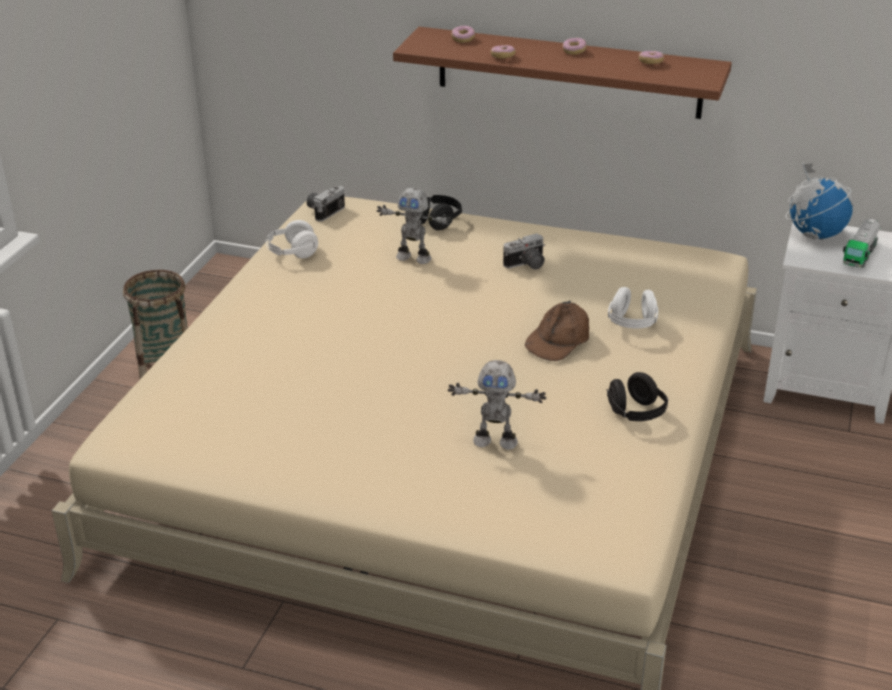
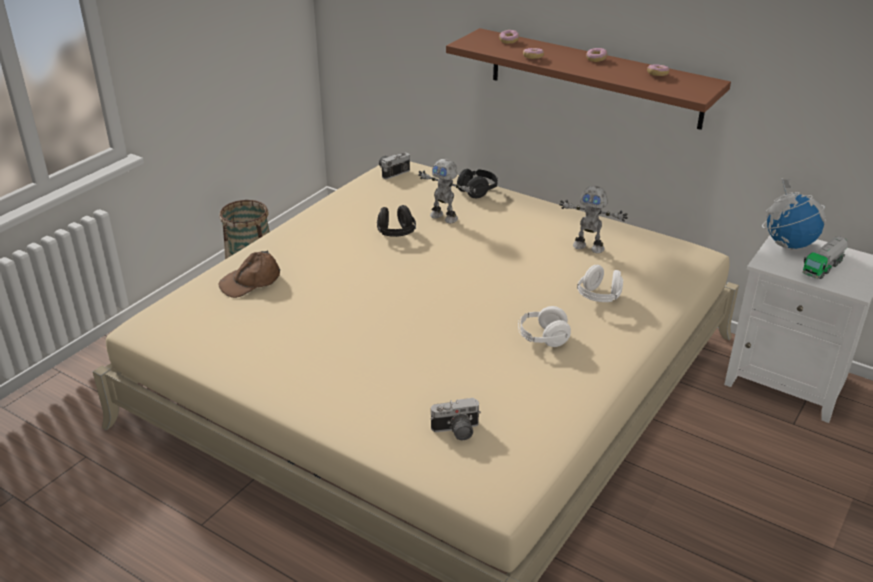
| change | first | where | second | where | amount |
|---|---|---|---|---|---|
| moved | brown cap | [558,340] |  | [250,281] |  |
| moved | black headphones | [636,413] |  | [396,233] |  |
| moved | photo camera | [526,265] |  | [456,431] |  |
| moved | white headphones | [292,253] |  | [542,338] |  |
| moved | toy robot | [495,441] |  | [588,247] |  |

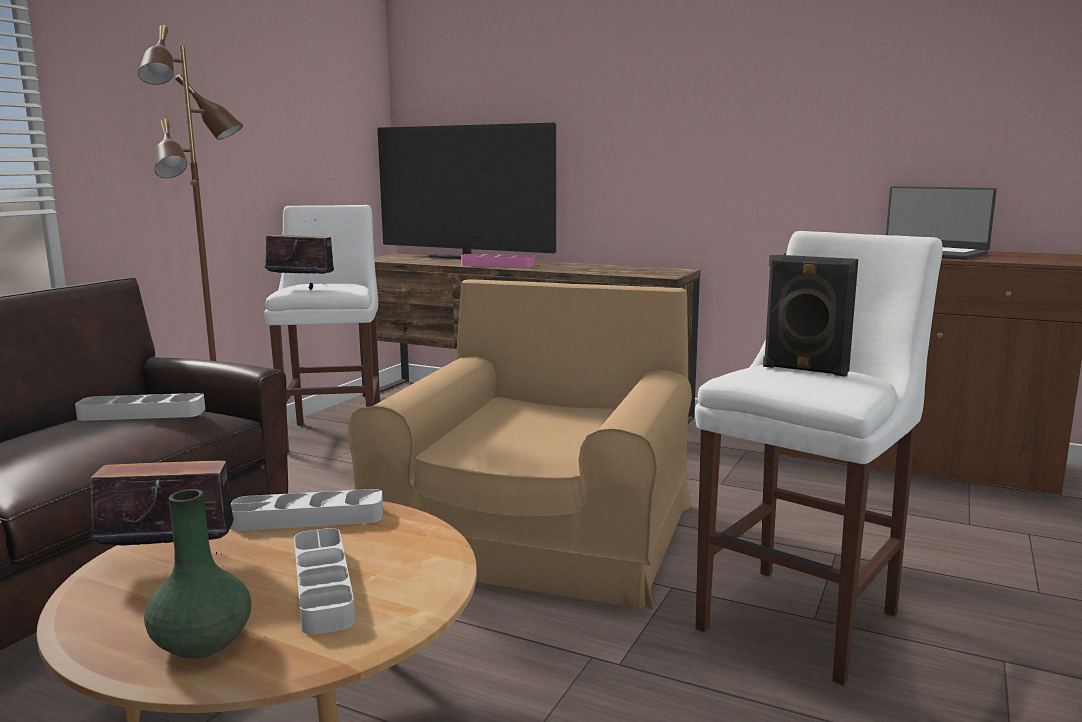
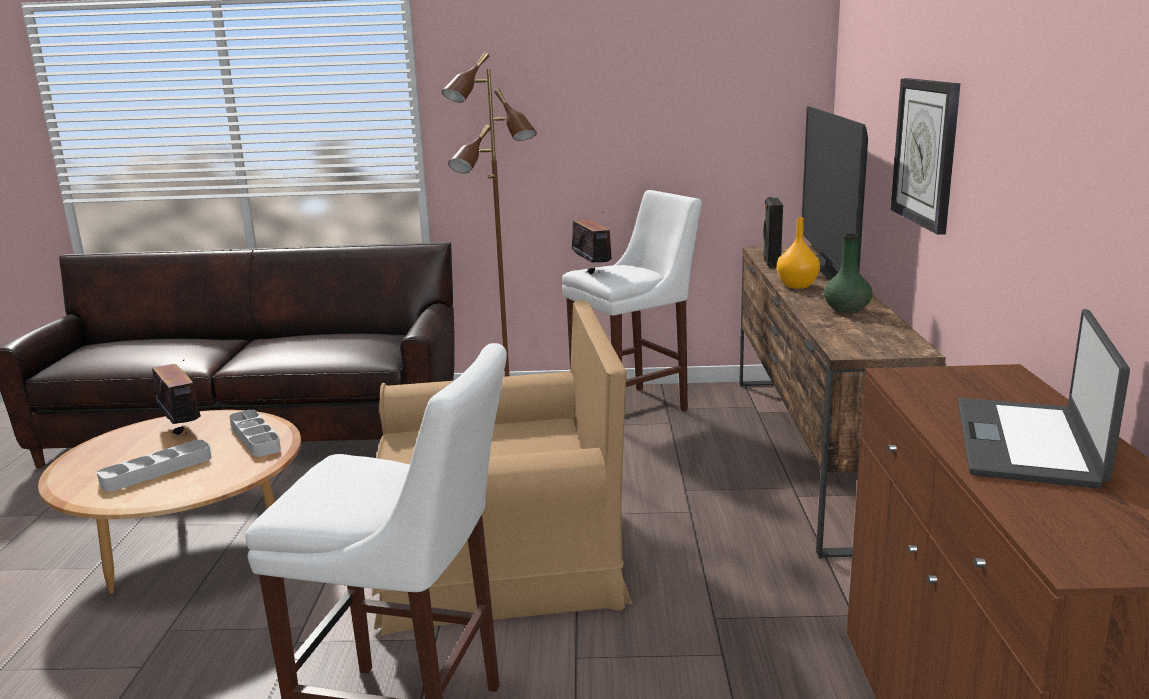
| change | first | where | second | where | amount |
|---|---|---|---|---|---|
| moved | black speaker | [804,370] |  | [770,262] |  |
| replaced | pink tray | [497,265] | orange vase | [797,285] |  |
| moved | green vase | [201,643] |  | [846,309] |  |
| added |  |  | wall clock | [926,152] |  |
| removed | grey tray | [142,414] |  |  |  |

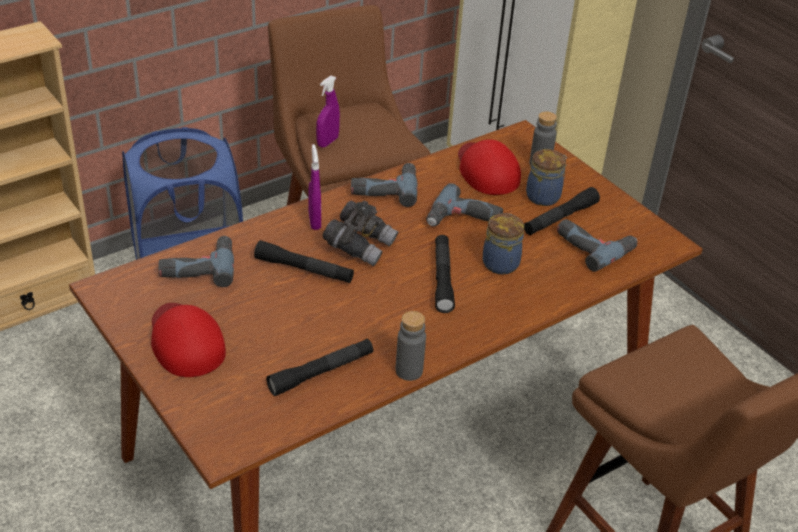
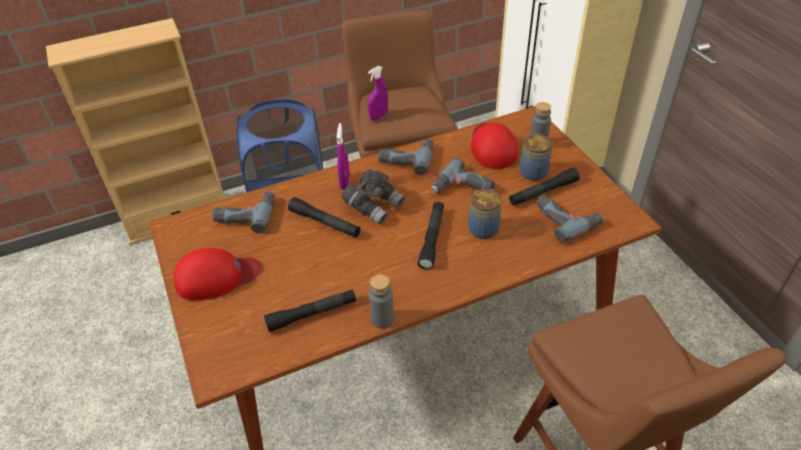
| change | first | where | second | where | amount |
|---|---|---|---|---|---|
| turned | red cap | [185,341] |  | [216,277] | 90 degrees clockwise |

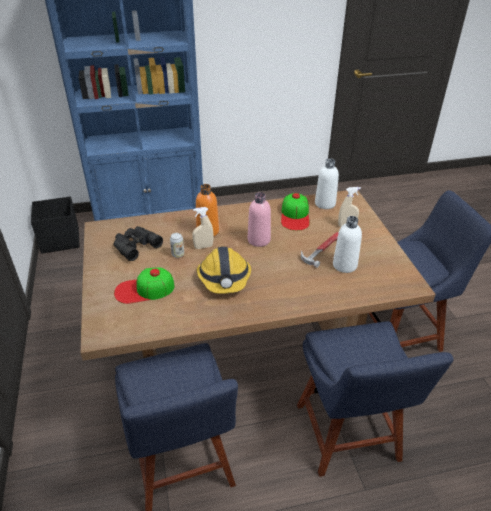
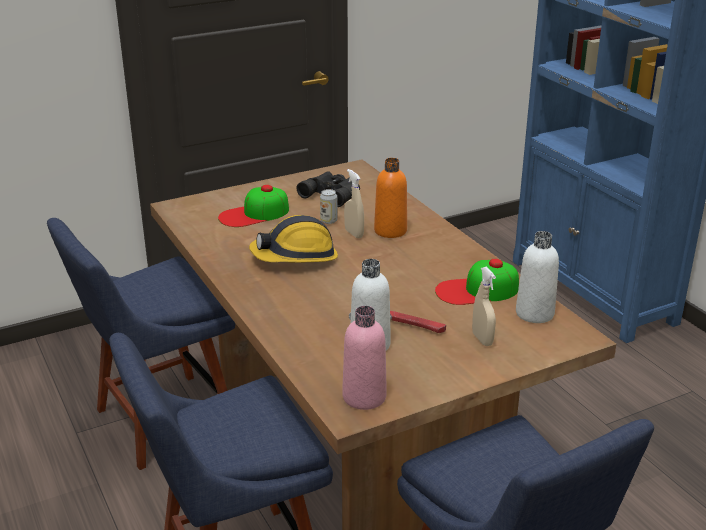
| change | first | where | second | where | amount |
|---|---|---|---|---|---|
| turned | cap | [144,289] |  | [254,214] | 90 degrees counterclockwise |
| moved | pink bottle | [259,240] |  | [364,397] |  |
| removed | black storage box | [59,240] |  |  |  |

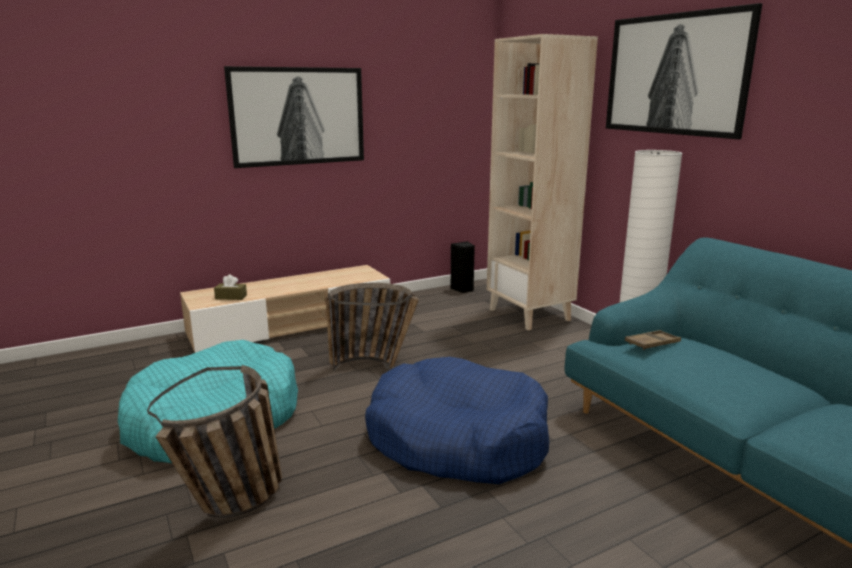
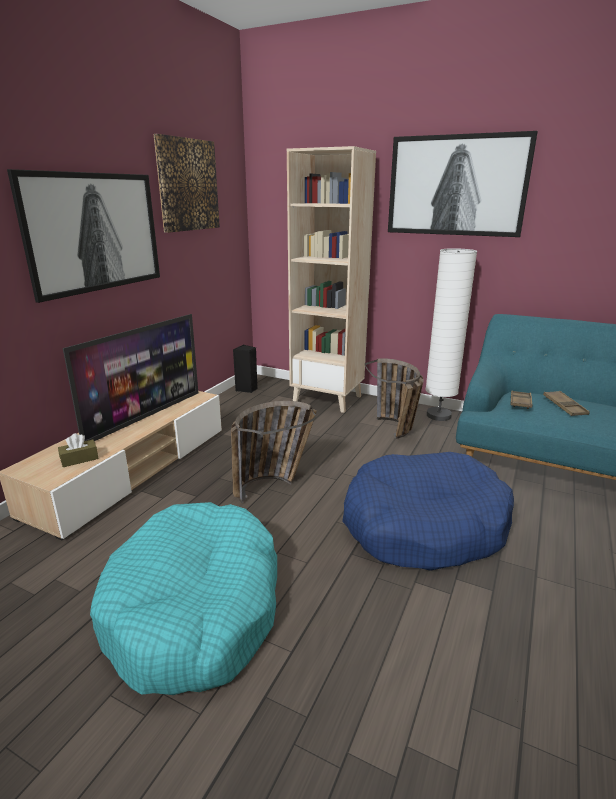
| change | first | where | second | where | amount |
|---|---|---|---|---|---|
| added |  |  | television | [145,416] |  |
| added |  |  | picture | [187,185] |  |
| moved | basket | [234,505] |  | [397,432] |  |
| added |  |  | brown tray | [564,406] |  |

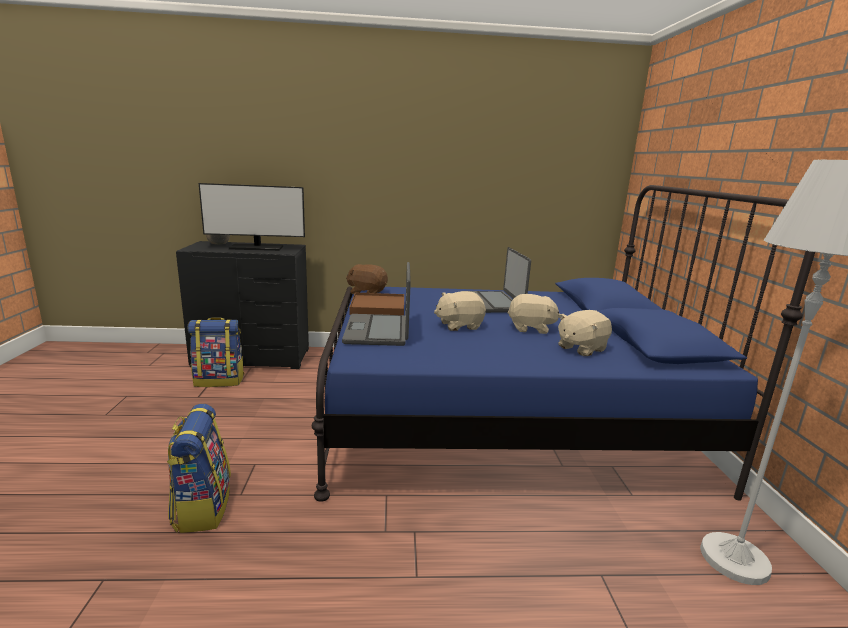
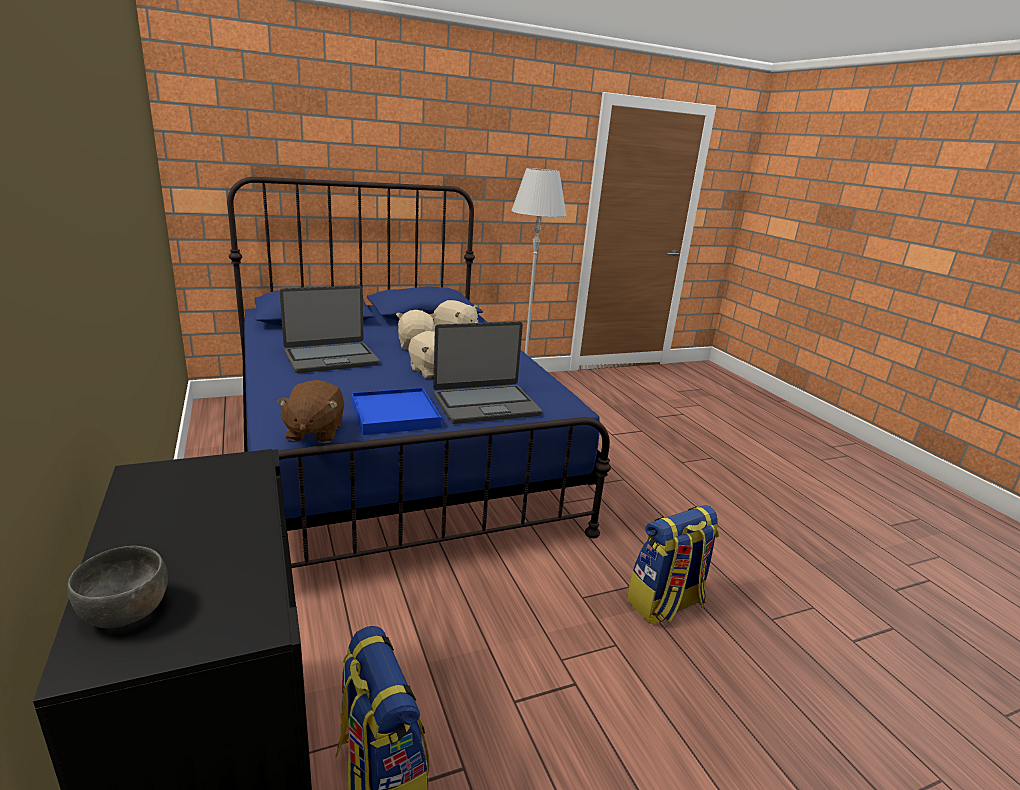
| change | first | where | second | where | amount |
|---|---|---|---|---|---|
| recoloured | brown tray | [378,308] | blue tray | [395,415] |  |
| removed | monitor | [256,248] |  |  |  |

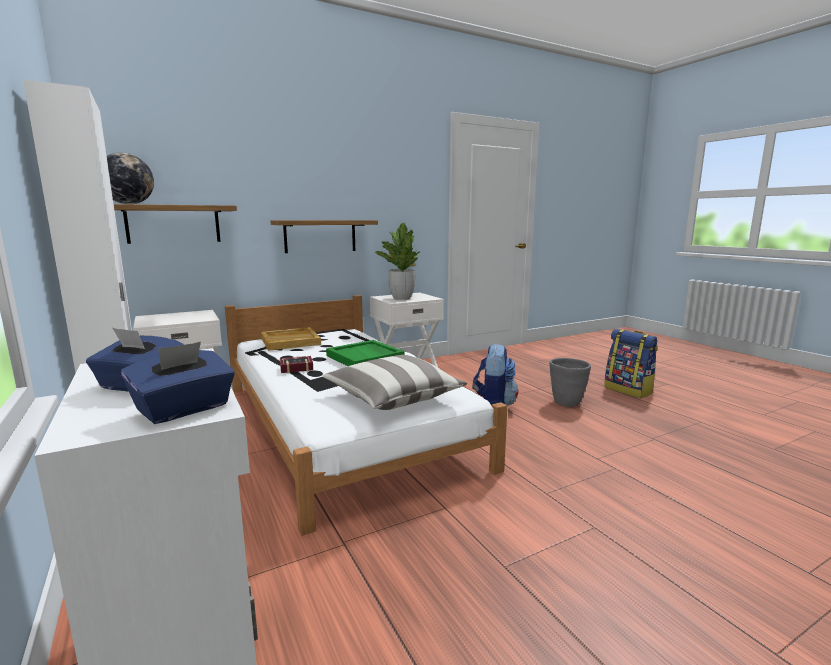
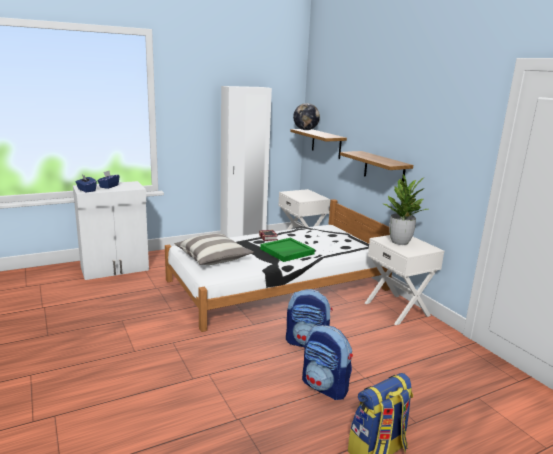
| change | first | where | second | where | amount |
|---|---|---|---|---|---|
| replaced | grey planter | [566,402] | backpack | [325,387] |  |
| removed | beige tray | [291,341] |  |  |  |

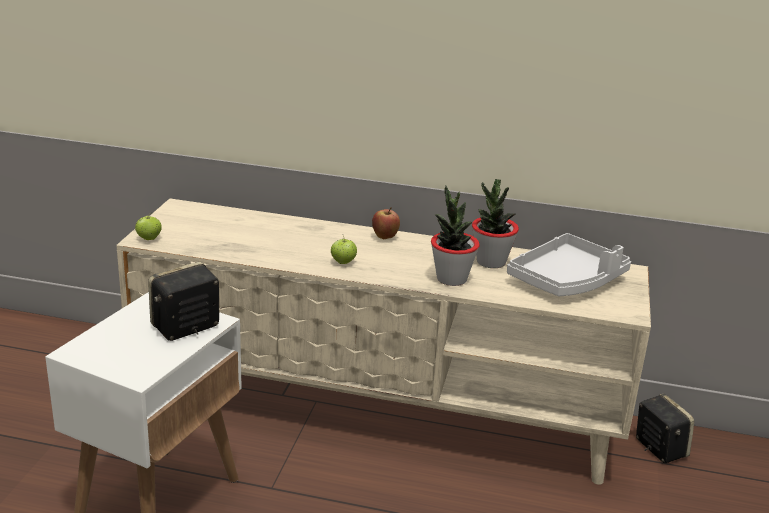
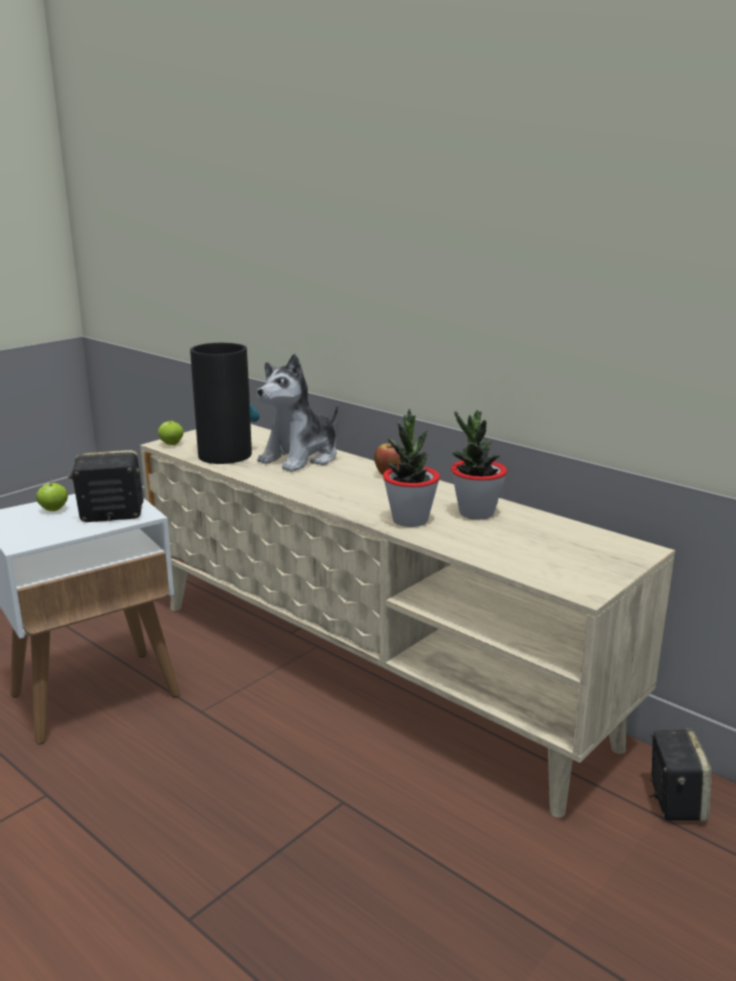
| change | first | where | second | where | amount |
|---|---|---|---|---|---|
| moved | apple | [343,262] |  | [54,510] |  |
| added |  |  | vase | [225,454] |  |
| added |  |  | plush toy | [301,458] |  |
| removed | grey tray | [567,280] |  |  |  |

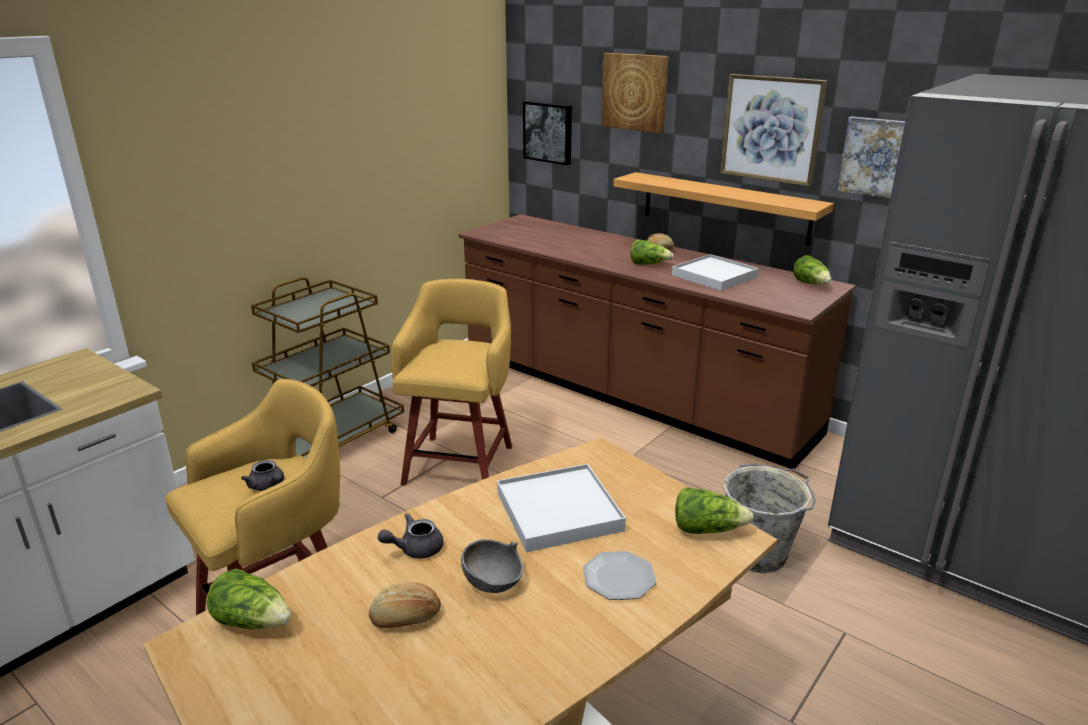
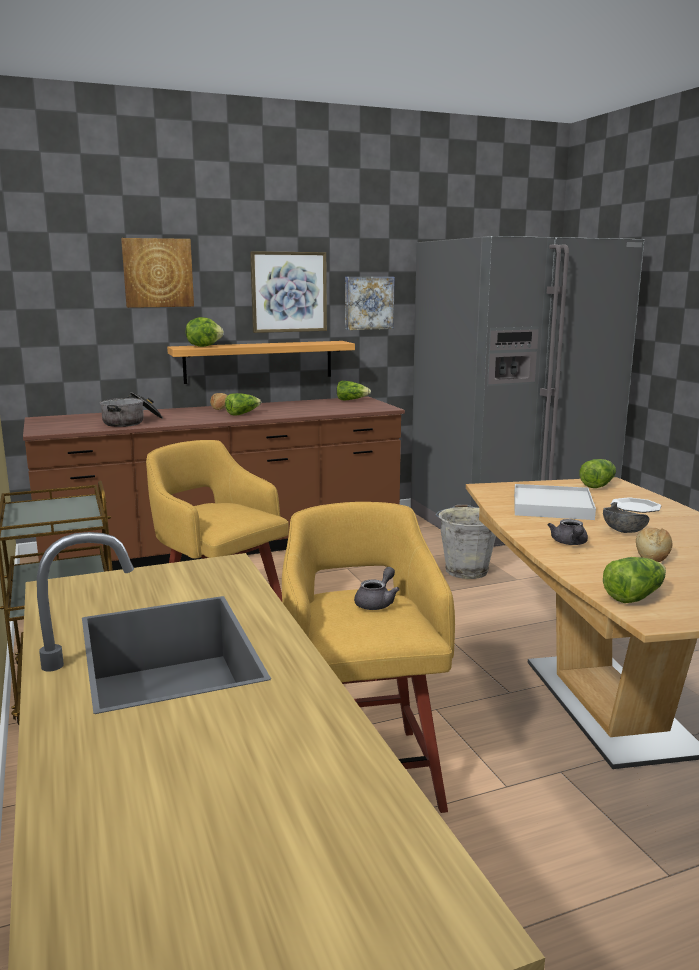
| change | first | where | second | where | amount |
|---|---|---|---|---|---|
| added |  |  | cooking pot | [132,422] |  |
| added |  |  | lettuce | [203,346] |  |
| turned | grey teapot | [268,486] |  | [377,603] | 45 degrees counterclockwise |
| removed | picture | [549,132] |  |  |  |
| removed | white tray | [714,276] |  |  |  |

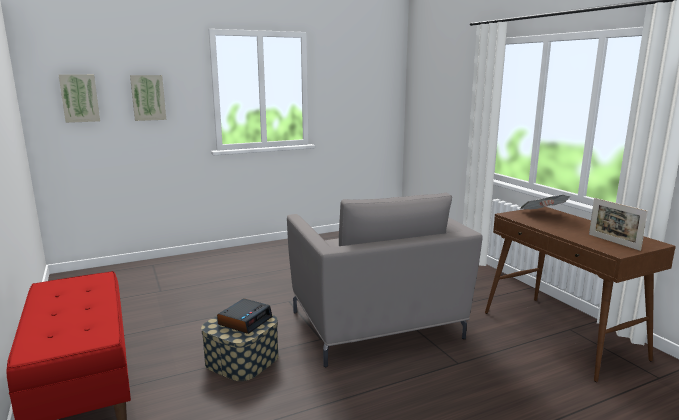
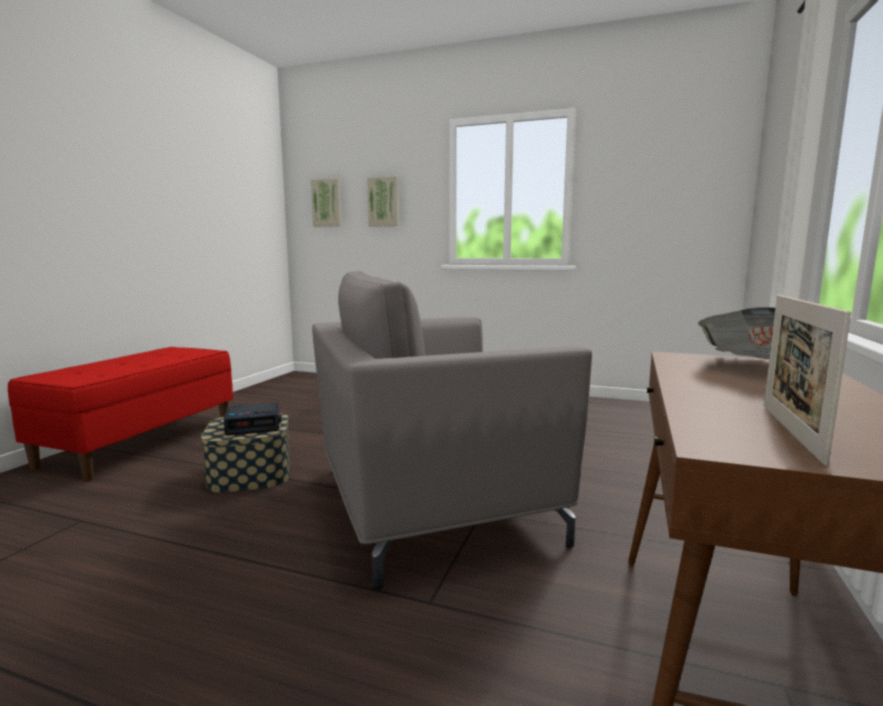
| change | first | where | second | where | amount |
|---|---|---|---|---|---|
| turned | grey armchair | [375,326] |  | [429,503] | 45 degrees clockwise |

